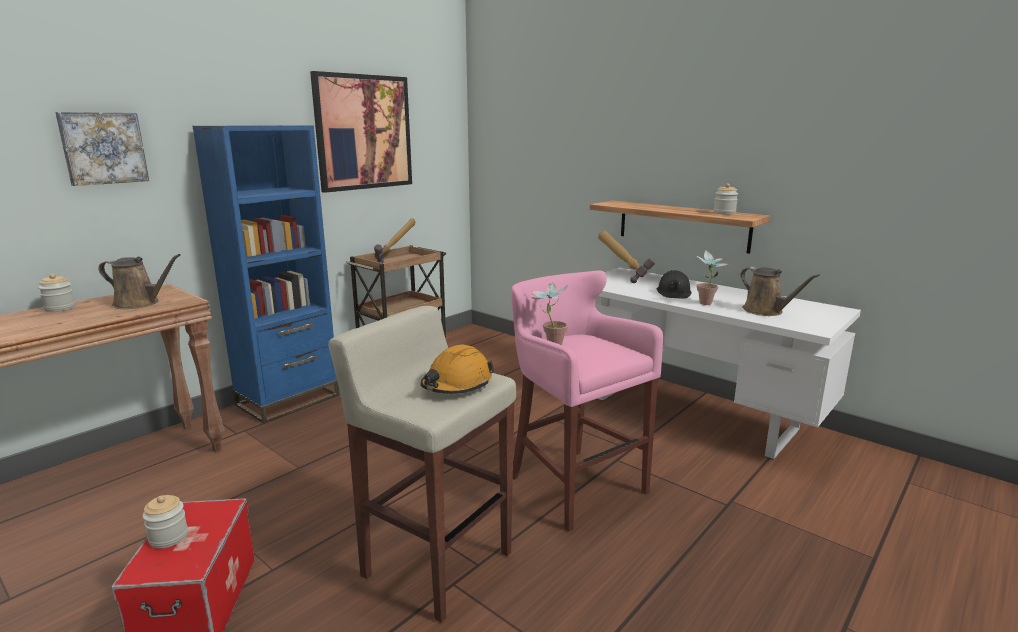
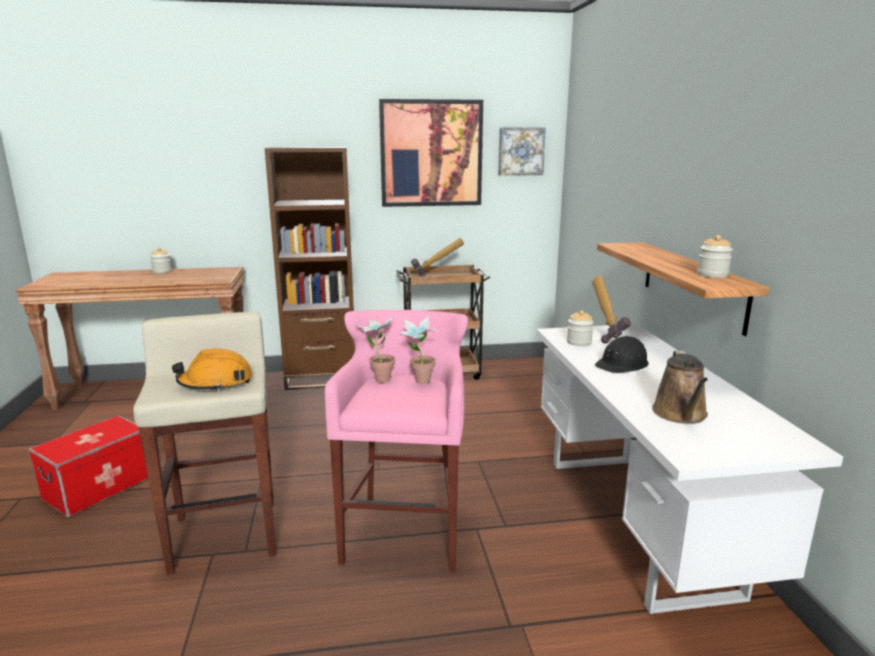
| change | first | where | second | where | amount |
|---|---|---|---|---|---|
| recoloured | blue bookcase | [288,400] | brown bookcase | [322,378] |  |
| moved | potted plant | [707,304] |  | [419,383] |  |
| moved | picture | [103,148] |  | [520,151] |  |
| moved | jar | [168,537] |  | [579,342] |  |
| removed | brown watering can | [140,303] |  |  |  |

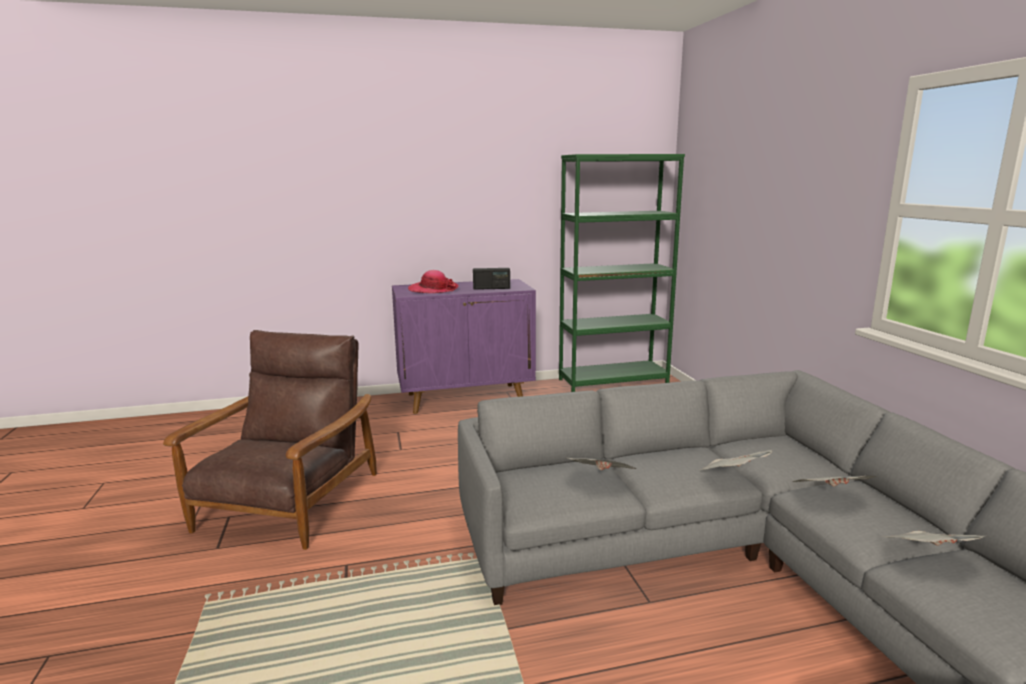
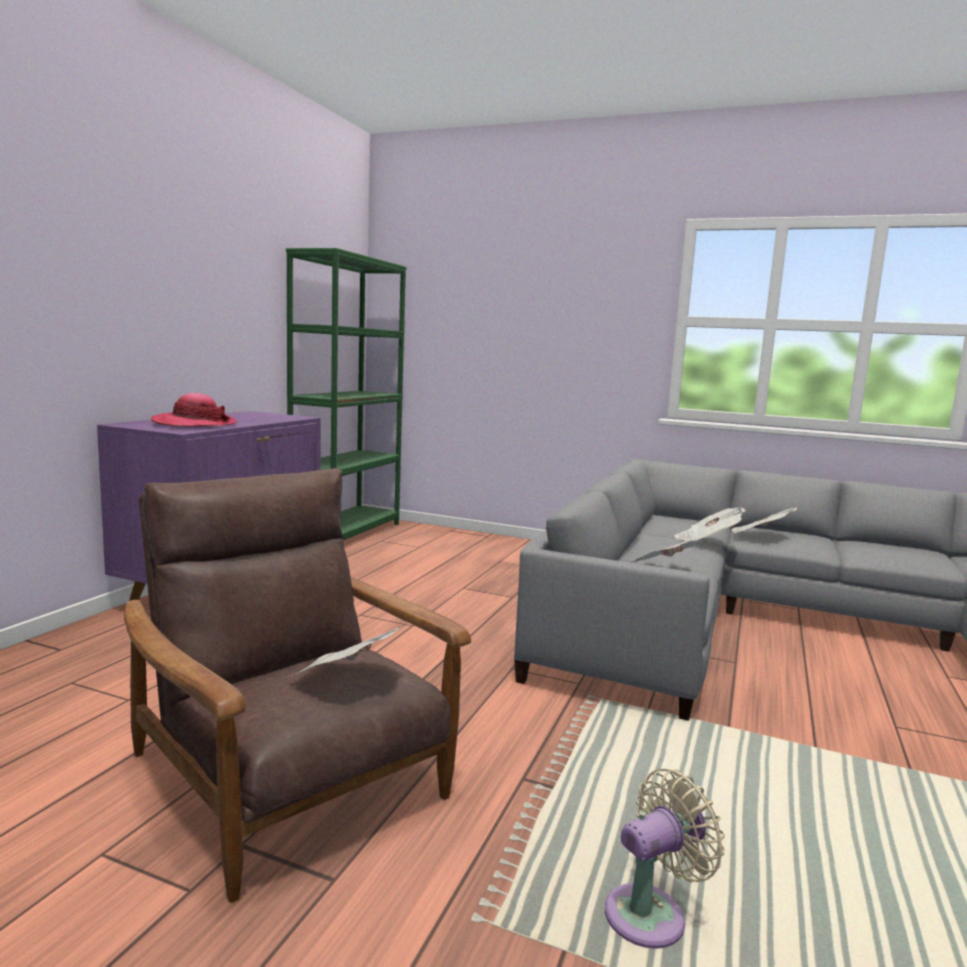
| change | first | where | second | where | amount |
|---|---|---|---|---|---|
| moved | newspaper | [929,557] |  | [346,679] |  |
| added |  |  | beige fan | [651,913] |  |
| removed | radio | [491,288] |  |  |  |

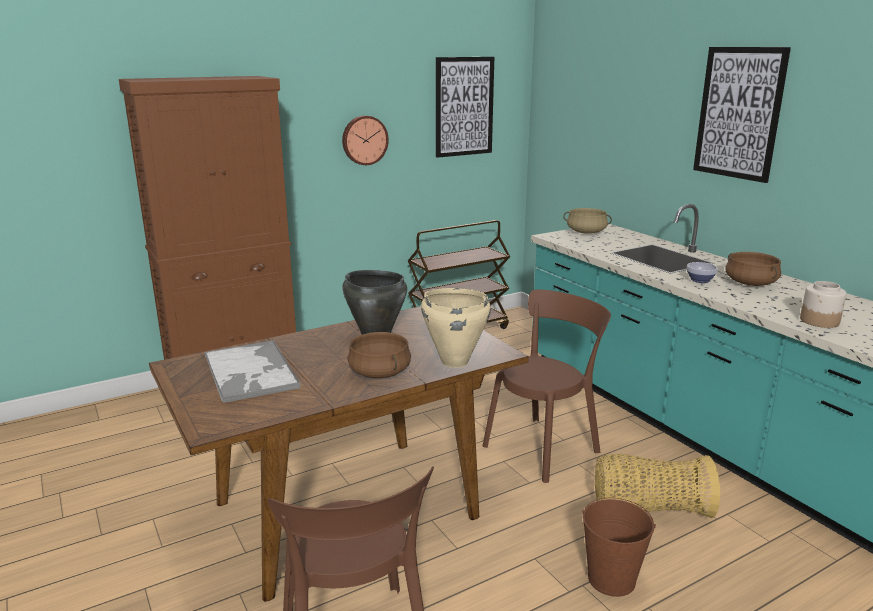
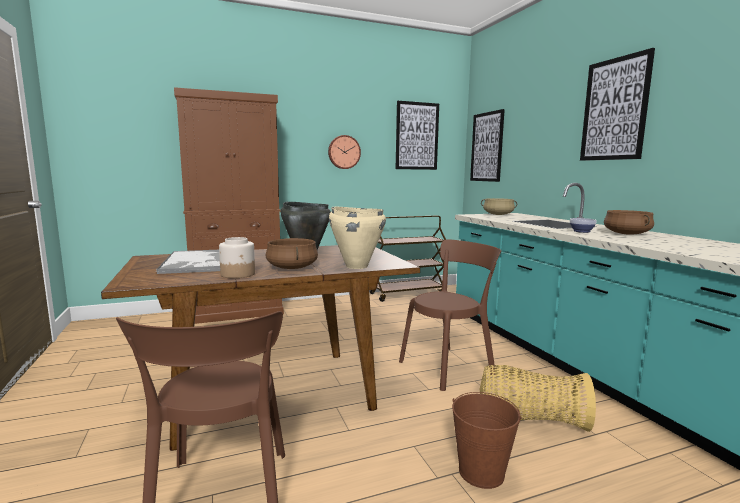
| change | first | where | second | where | amount |
|---|---|---|---|---|---|
| moved | jar | [820,321] |  | [238,274] |  |
| added |  |  | picture | [487,147] |  |

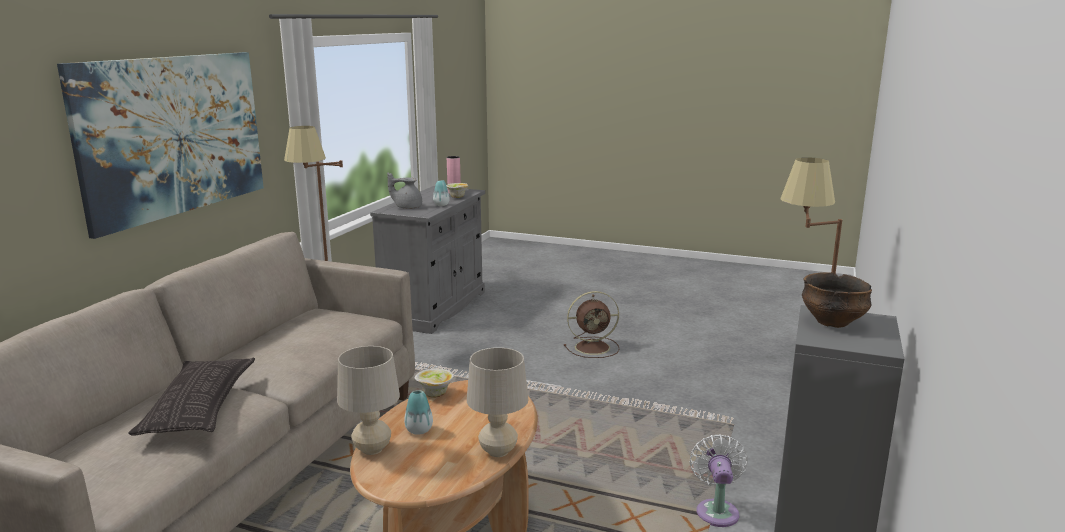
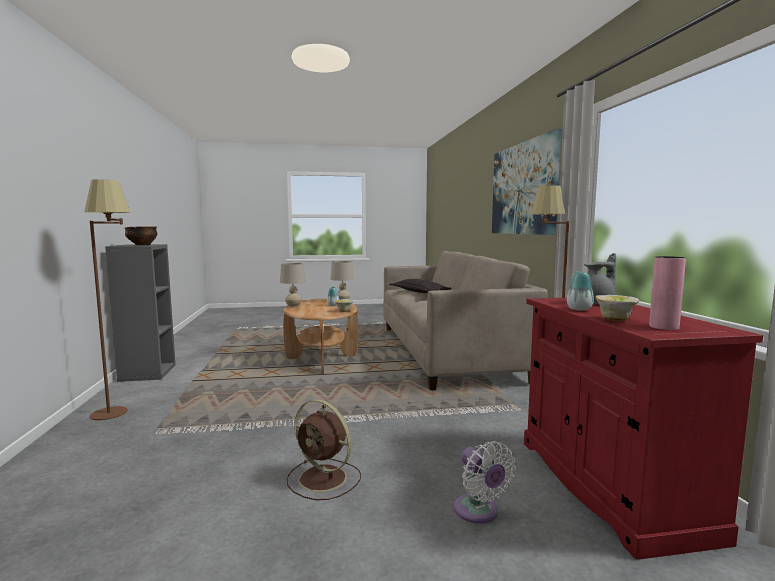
| change | first | where | second | where | amount |
|---|---|---|---|---|---|
| turned | brown fan | [594,347] |  | [324,479] | 105 degrees counterclockwise |
| moved | white fan | [716,510] |  | [478,512] |  |
| recoloured | grey cabinet | [435,308] | red cabinet | [608,485] |  |

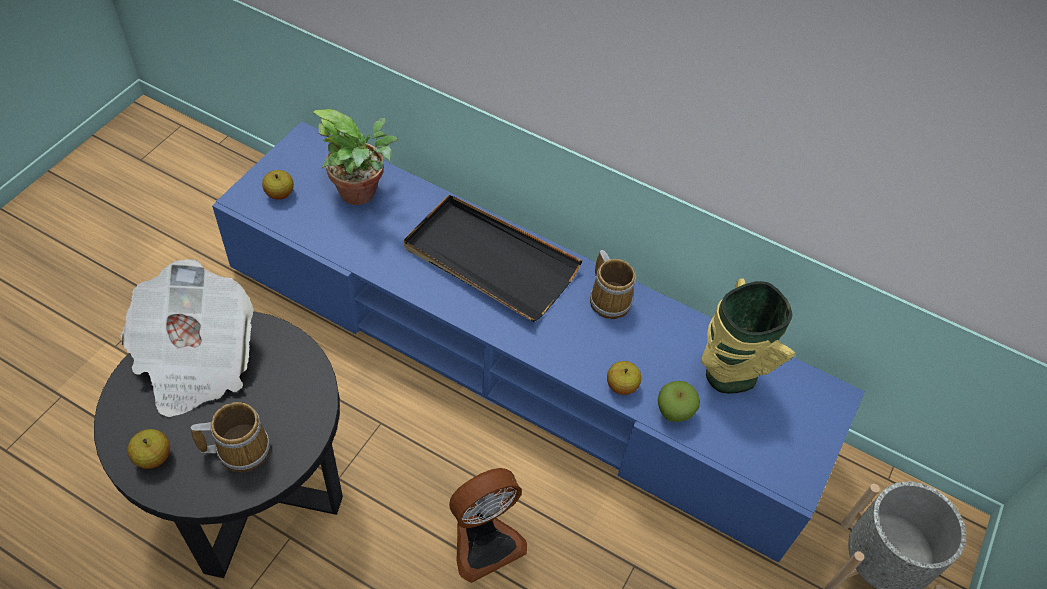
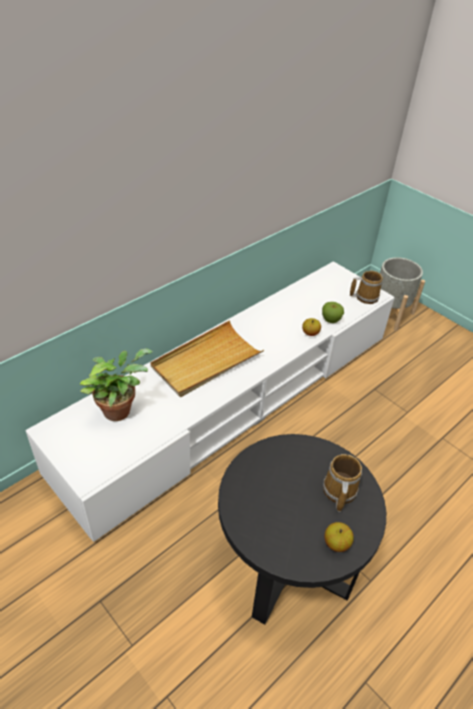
| change | first | where | second | where | amount |
|---|---|---|---|---|---|
| recoloured | blue tv stand | [518,355] | white tv stand | [234,399] |  |
| recoloured | black tray | [489,261] | beige tray | [206,361] |  |
| moved | mug | [610,299] |  | [365,296] |  |
| removed | newspaper | [195,359] |  |  |  |
| removed | apple | [280,194] |  |  |  |
| removed | fan | [484,542] |  |  |  |
| removed | vase | [727,374] |  |  |  |

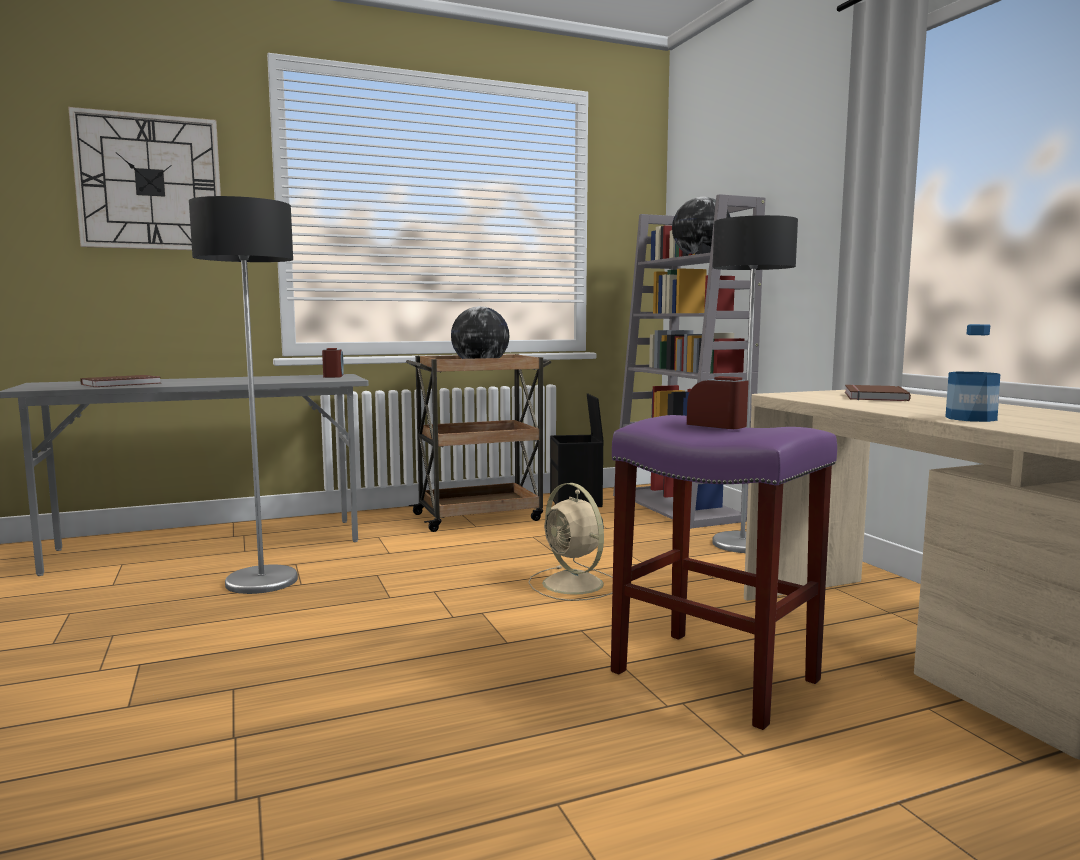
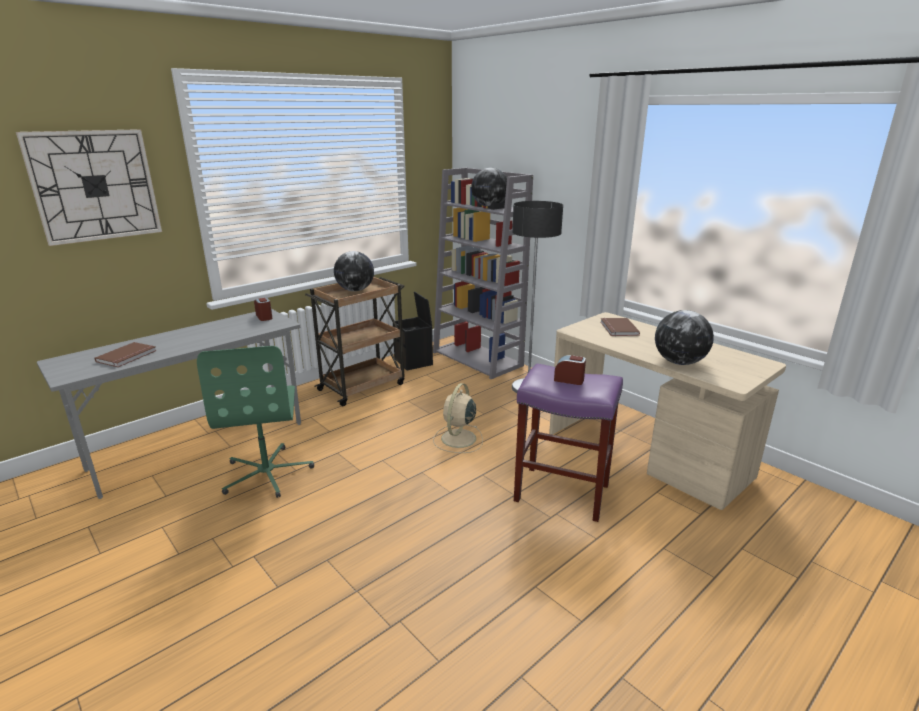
| change | first | where | second | where | amount |
|---|---|---|---|---|---|
| replaced | floor lamp | [261,581] | green office chair | [267,473] |  |
| turned | beige fan | [574,585] |  | [458,439] | 75 degrees clockwise |
| replaced | bottle | [970,418] | globe | [679,362] |  |

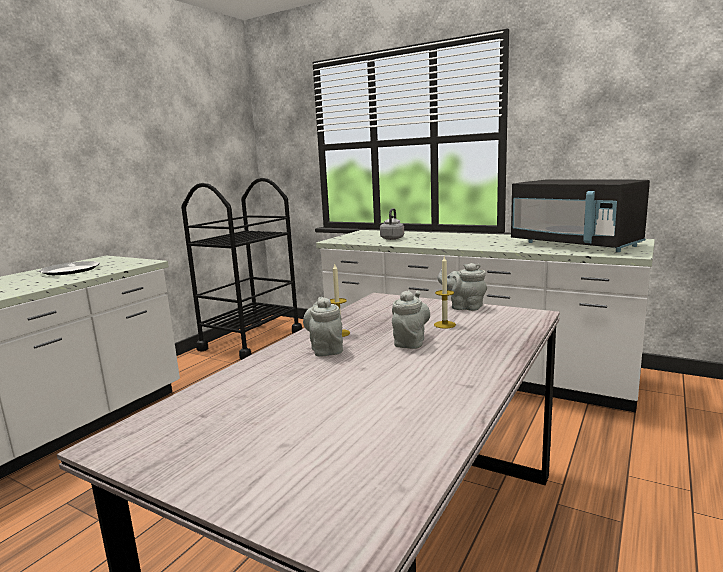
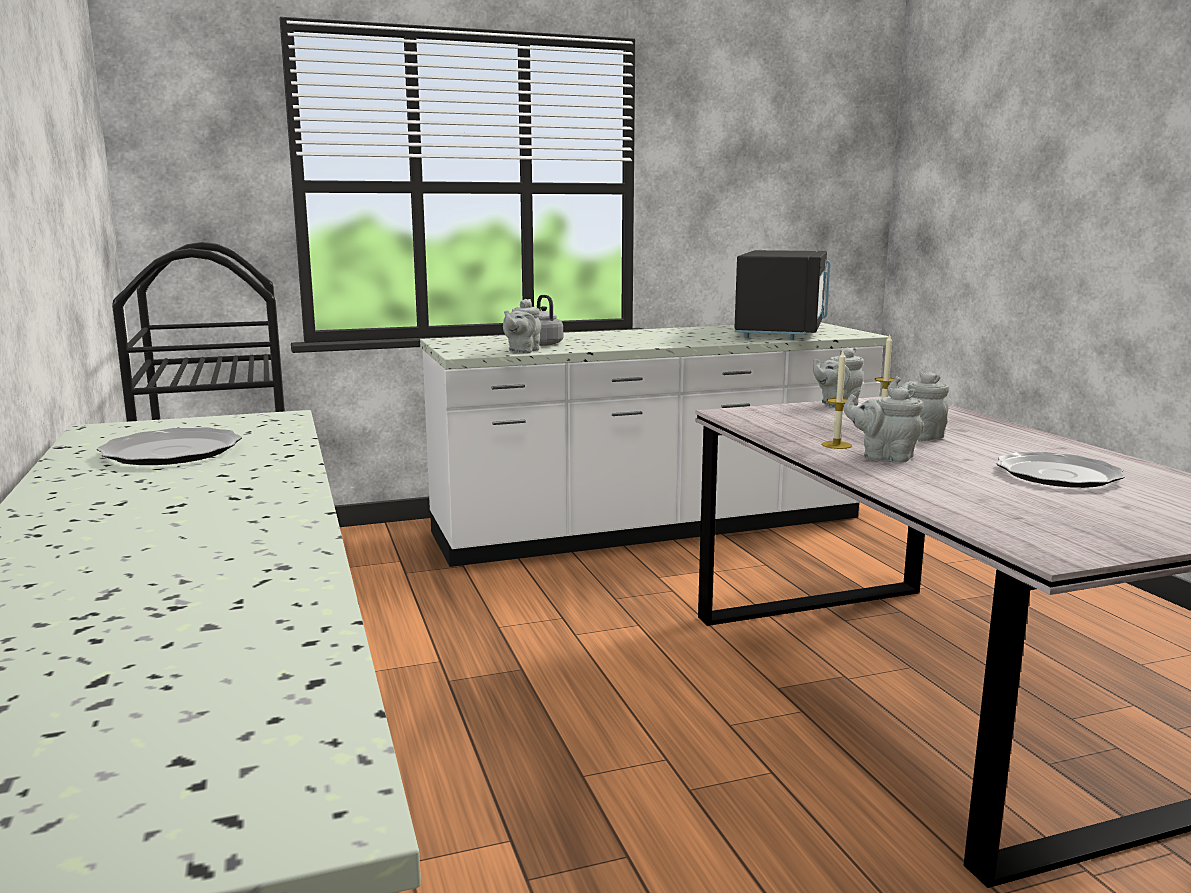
| change | first | where | second | where | amount |
|---|---|---|---|---|---|
| added |  |  | grey teapot | [522,351] |  |
| turned | black microwave | [574,245] |  | [781,332] | 75 degrees counterclockwise |
| added |  |  | plate | [1057,475] |  |

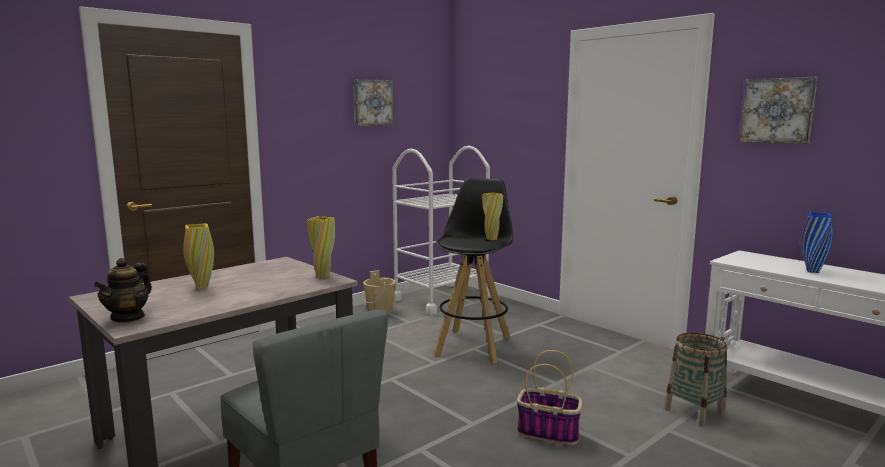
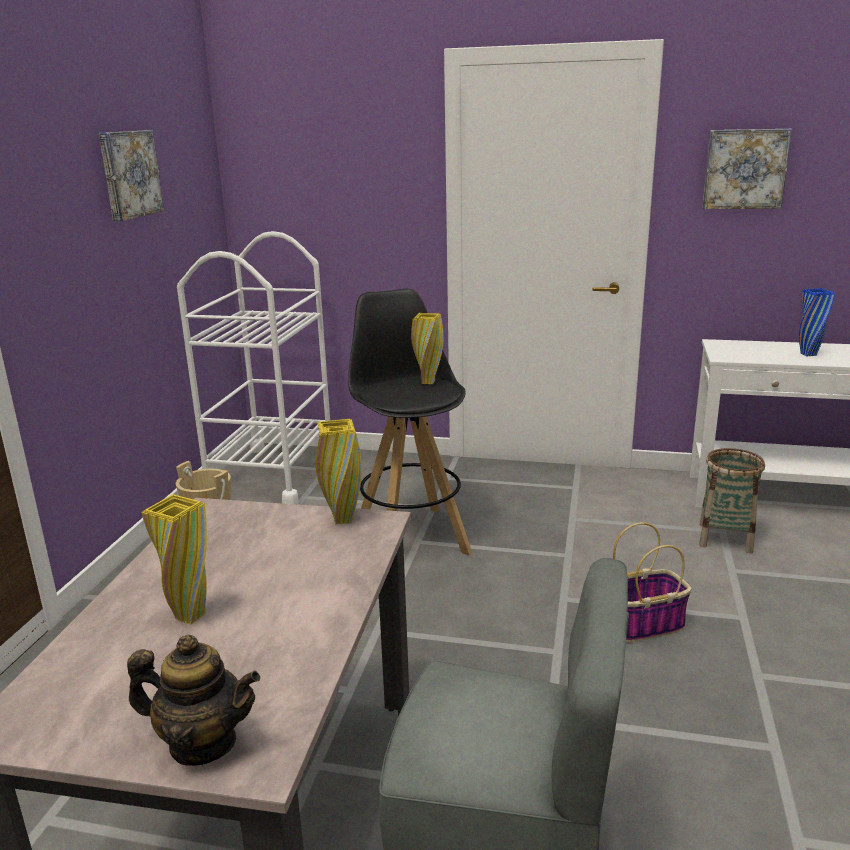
| change | first | where | second | where | amount |
|---|---|---|---|---|---|
| turned | teapot | [128,317] |  | [203,743] | 60 degrees counterclockwise |

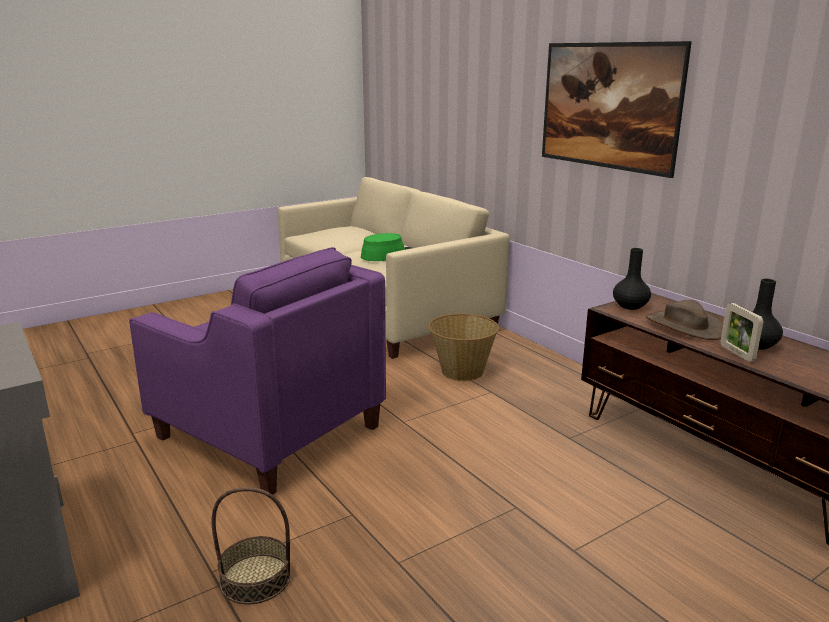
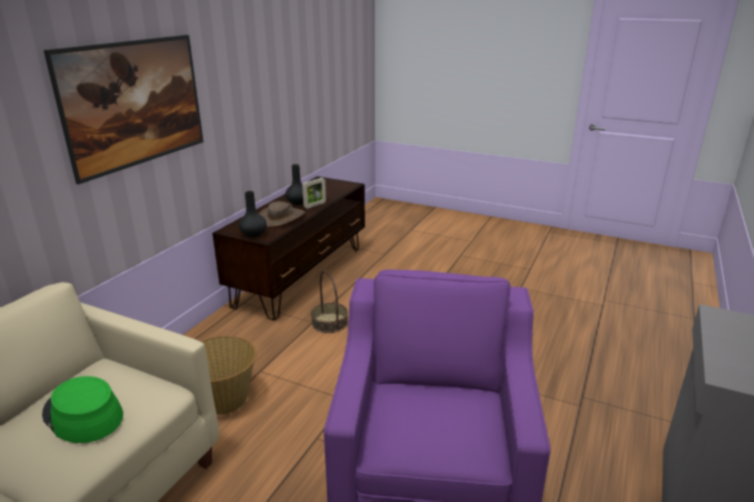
| change | first | where | second | where | amount |
|---|---|---|---|---|---|
| moved | basket | [256,578] |  | [329,323] |  |

